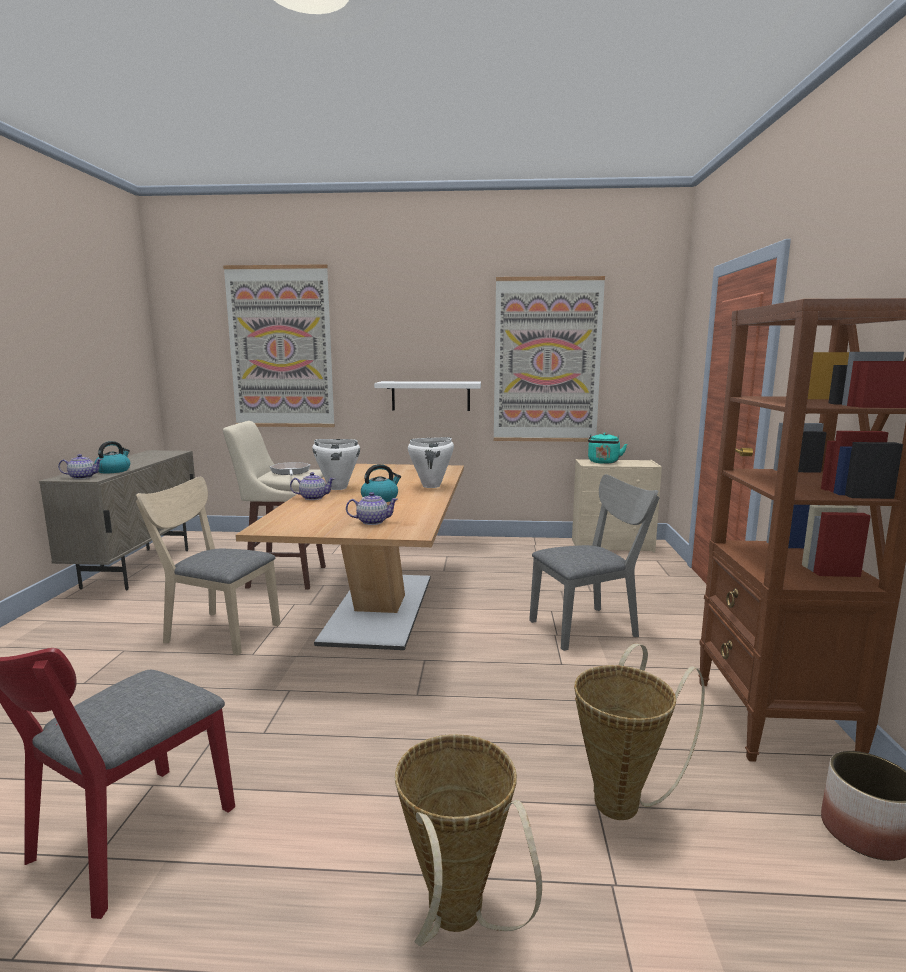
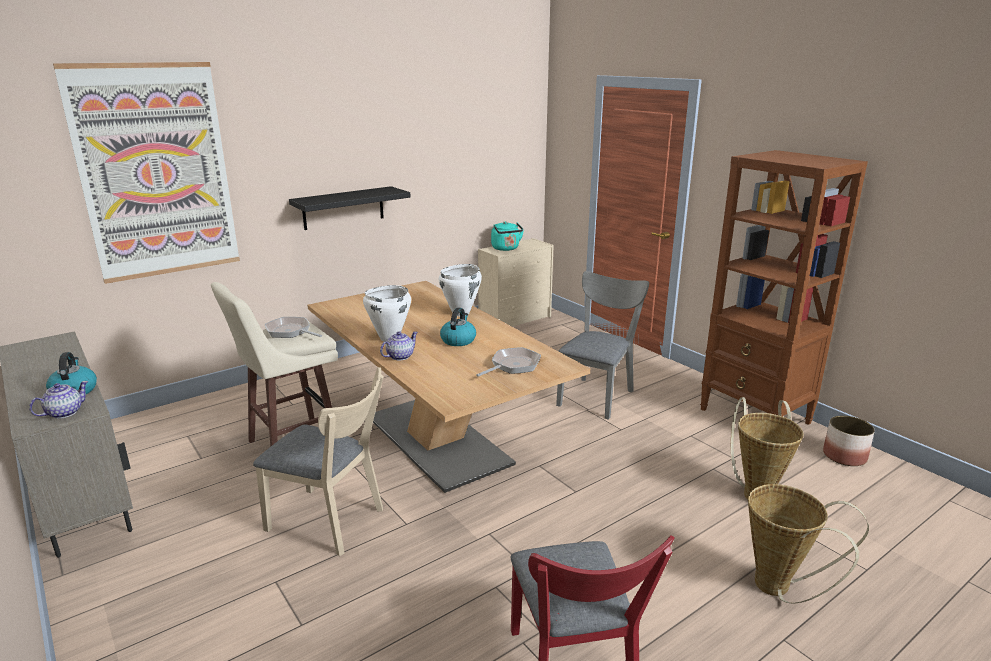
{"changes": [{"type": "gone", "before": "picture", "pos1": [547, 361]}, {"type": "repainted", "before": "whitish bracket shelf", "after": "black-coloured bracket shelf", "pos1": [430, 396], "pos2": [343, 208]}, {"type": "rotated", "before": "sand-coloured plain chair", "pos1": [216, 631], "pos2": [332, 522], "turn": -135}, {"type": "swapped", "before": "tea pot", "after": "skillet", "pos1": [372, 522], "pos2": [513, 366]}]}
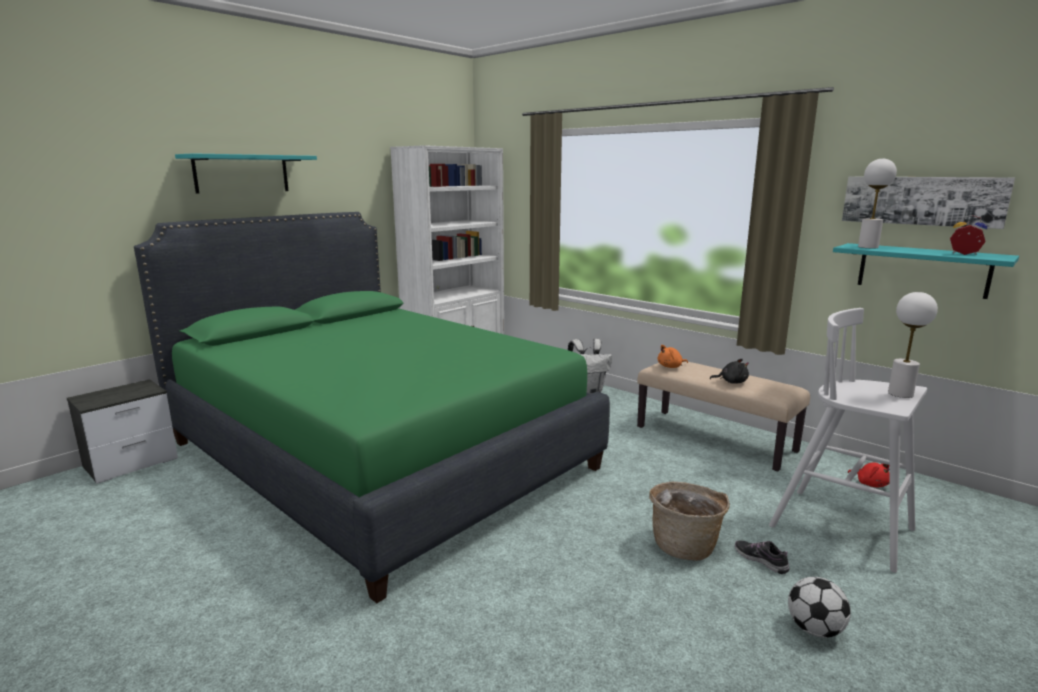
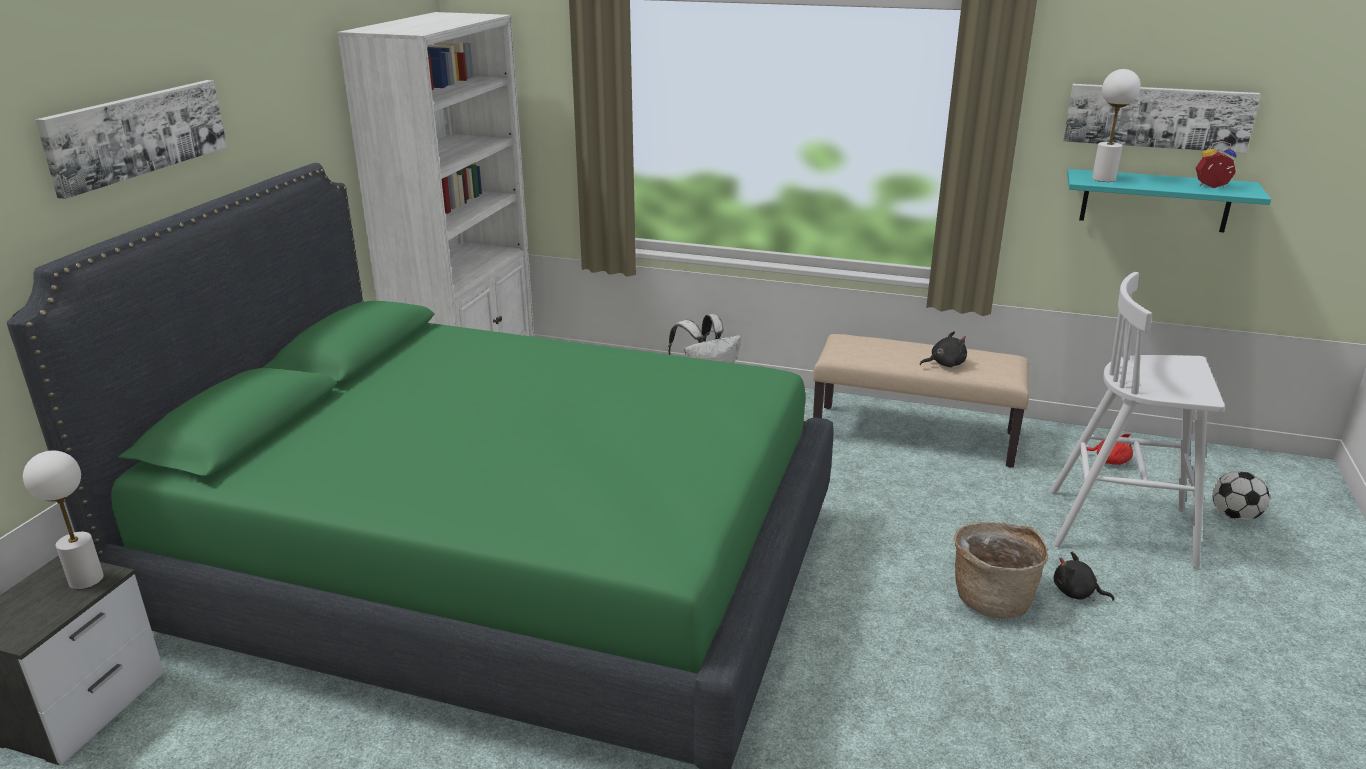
{"changes": [{"type": "swapped", "before": "blue-green bracket shelf", "after": "picture", "pos1": [242, 173], "pos2": [137, 134]}, {"type": "shifted", "before": "whitish lamp for a table", "pos1": [900, 394], "pos2": [86, 579]}, {"type": "gone", "before": "orange-coloured cuddly toy", "pos1": [671, 367]}, {"type": "swapped", "before": "shoe", "after": "black-coloured cuddly toy", "pos1": [761, 560], "pos2": [1076, 593]}, {"type": "shifted", "before": "football", "pos1": [814, 629], "pos2": [1234, 516]}]}
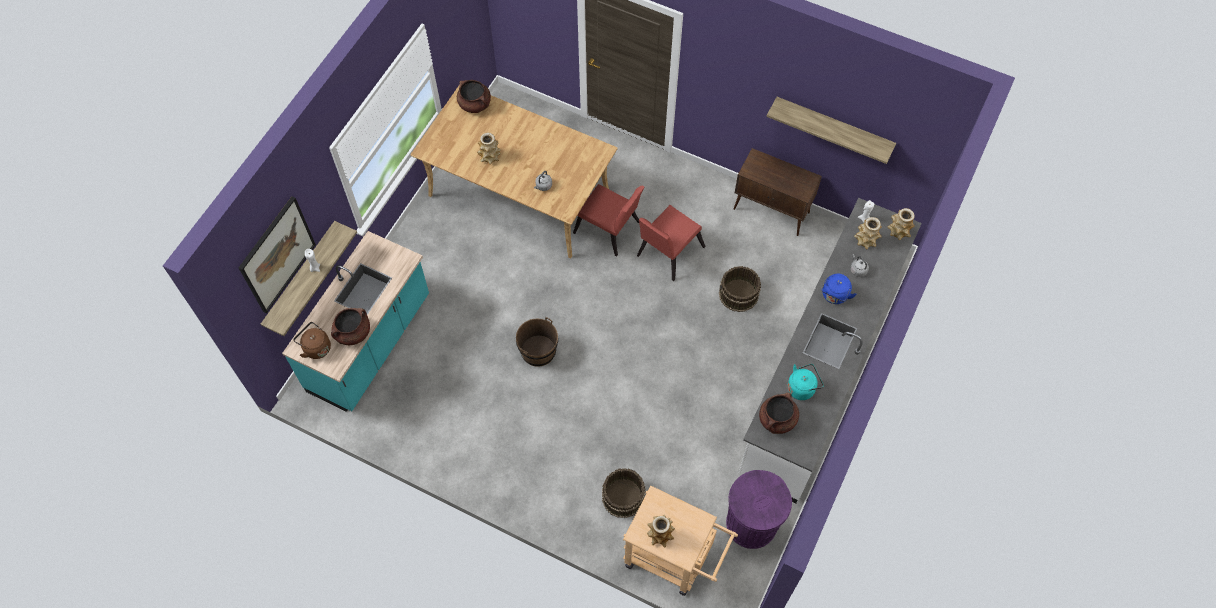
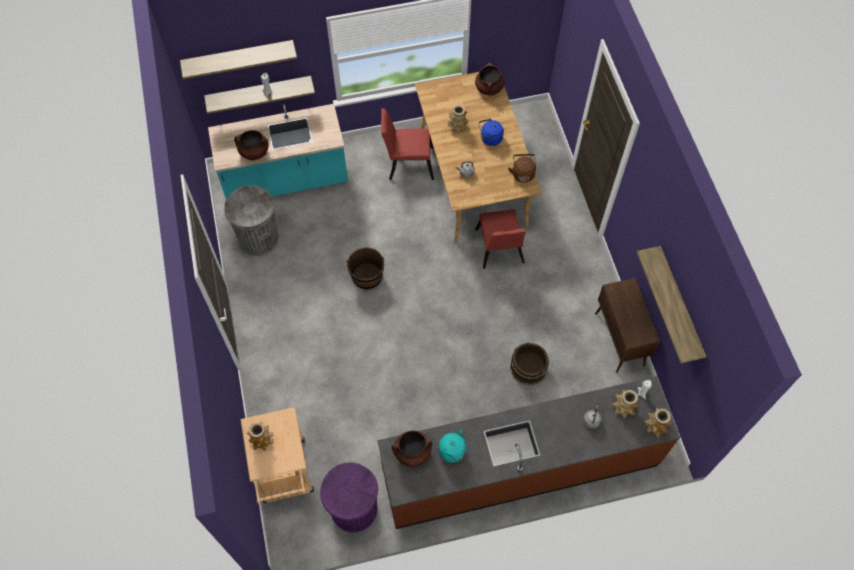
{"changes": [{"type": "swapped", "before": "picture", "after": "bracket shelf", "pos1": [277, 254], "pos2": [238, 57]}, {"type": "repainted", "before": "whitish kitchen base unit", "after": "brown kitchen base unit", "pos1": [820, 368], "pos2": [520, 468]}, {"type": "shifted", "before": "red-coloured plain chair", "pos1": [667, 253], "pos2": [407, 163]}, {"type": "shifted", "before": "blue kettle", "pos1": [834, 296], "pos2": [490, 139]}, {"type": "shifted", "before": "brown kettle", "pos1": [316, 347], "pos2": [522, 173]}, {"type": "gone", "before": "brown bucket", "pos1": [622, 496]}, {"type": "new", "after": "grey waste bin", "pos2": [259, 238]}]}
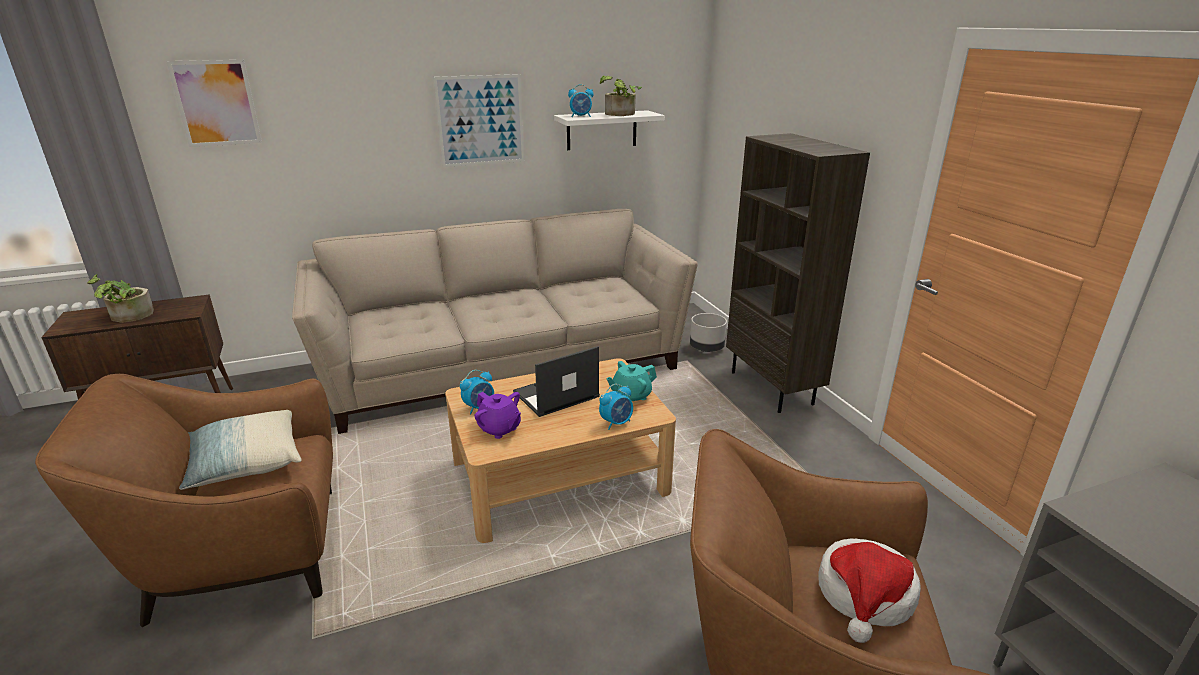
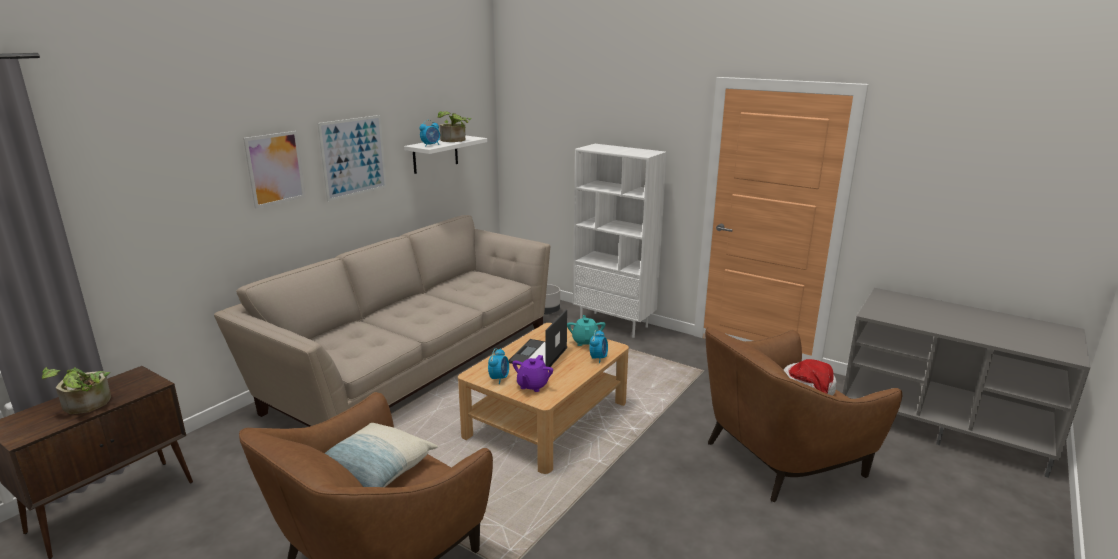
{"changes": [{"type": "shifted", "before": "picture", "pos1": [216, 103], "pos2": [275, 168]}, {"type": "repainted", "before": "brown bookcase", "after": "whitish bookcase", "pos1": [772, 388], "pos2": [614, 324]}, {"type": "rotated", "before": "blue-green tea pot", "pos1": [630, 396], "pos2": [585, 341], "turn": 150}, {"type": "rotated", "before": "purplish tea pot", "pos1": [499, 429], "pos2": [532, 385], "turn": 105}]}
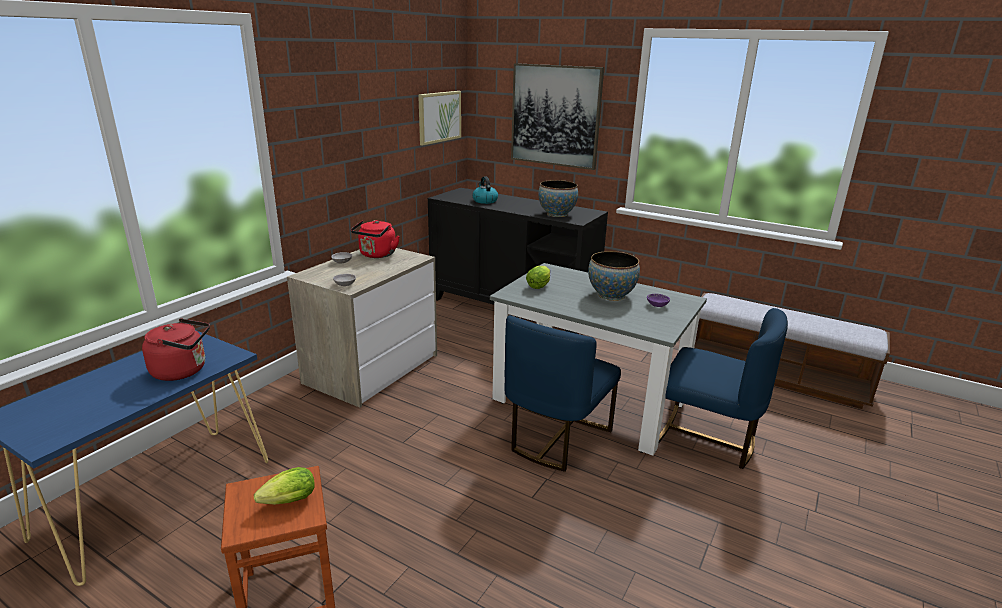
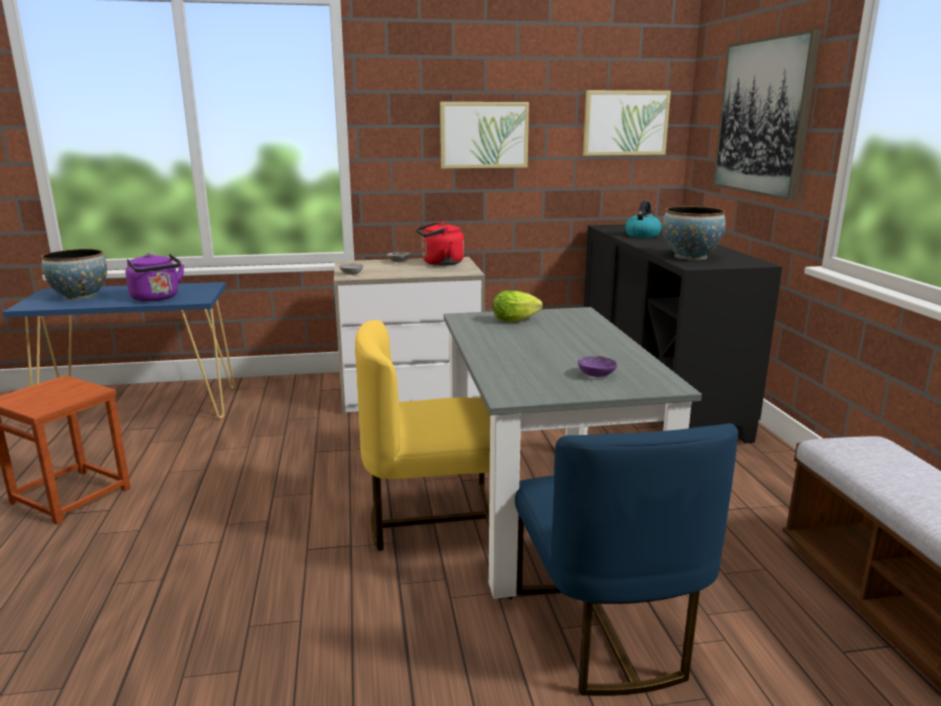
{"changes": [{"type": "shifted", "before": "deep dish", "pos1": [611, 295], "pos2": [80, 296]}, {"type": "repainted", "before": "blue plain chair", "after": "yellowish plain chair", "pos1": [556, 438], "pos2": [435, 521]}, {"type": "repainted", "before": "red-coloured kettle", "after": "purplish kettle", "pos1": [183, 371], "pos2": [157, 298]}, {"type": "gone", "before": "head of lettuce", "pos1": [286, 502]}, {"type": "new", "after": "picture", "pos2": [484, 135]}]}
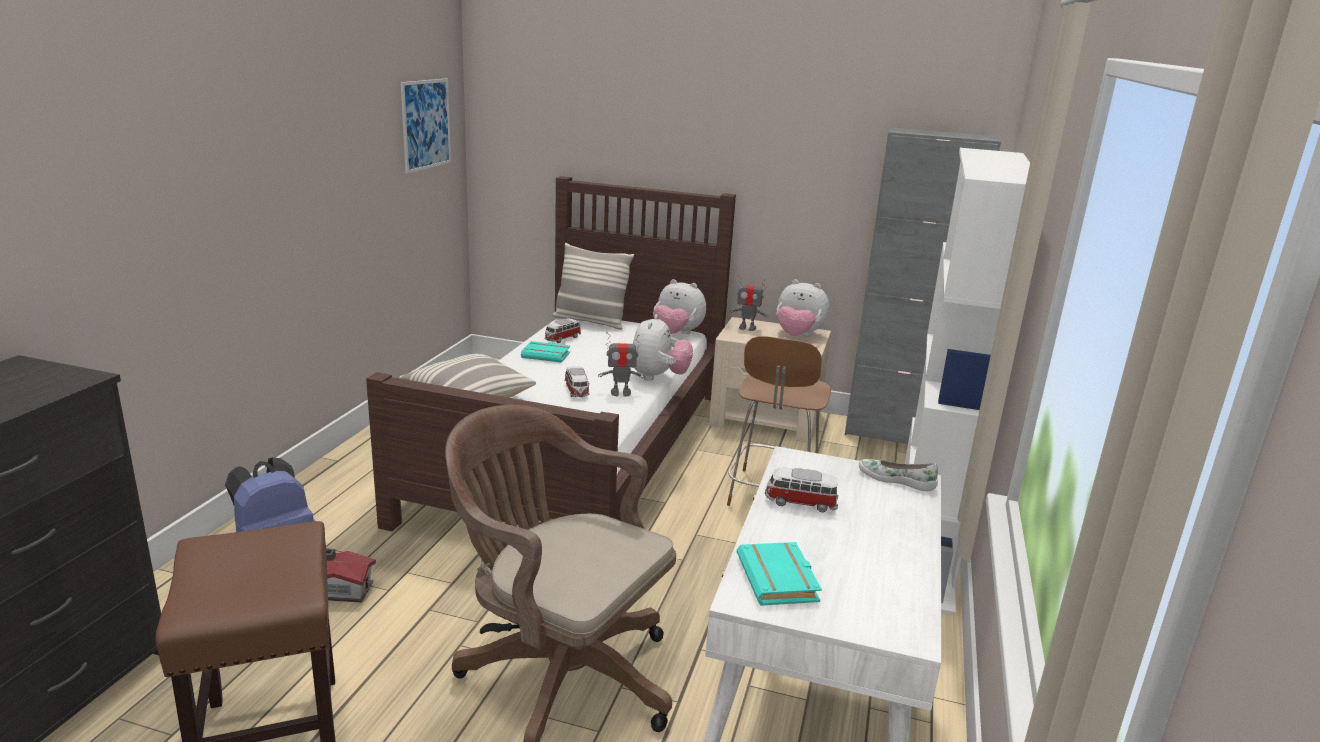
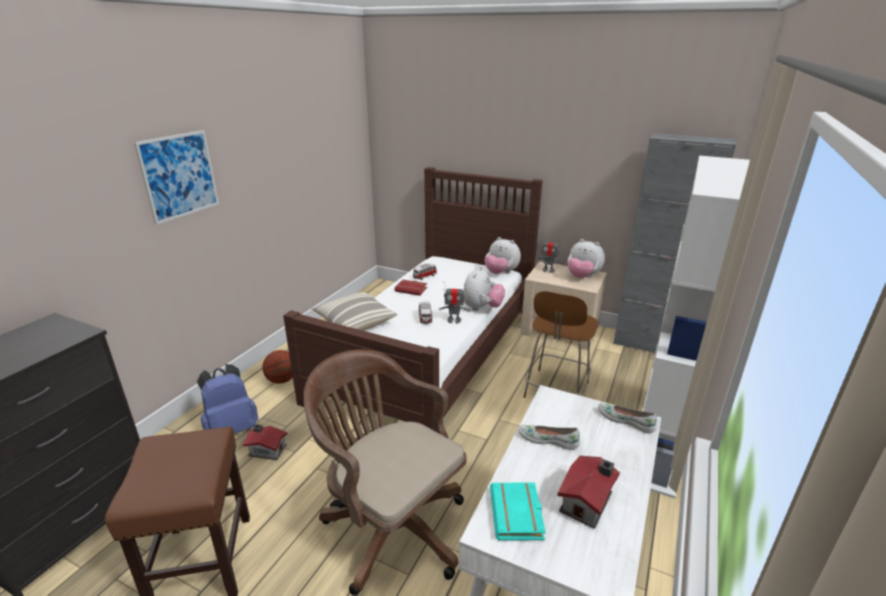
{"changes": [{"type": "shifted", "before": "picture", "pos1": [426, 124], "pos2": [179, 176]}, {"type": "gone", "before": "throw pillow", "pos1": [590, 322]}, {"type": "repainted", "before": "blue-green bound book", "after": "red-coloured bound book", "pos1": [547, 355], "pos2": [412, 289]}, {"type": "swapped", "before": "model car", "after": "whitish shoe", "pos1": [800, 503], "pos2": [548, 439]}, {"type": "new", "after": "basketball ball", "pos2": [282, 380]}, {"type": "new", "after": "toy house", "pos2": [588, 502]}]}
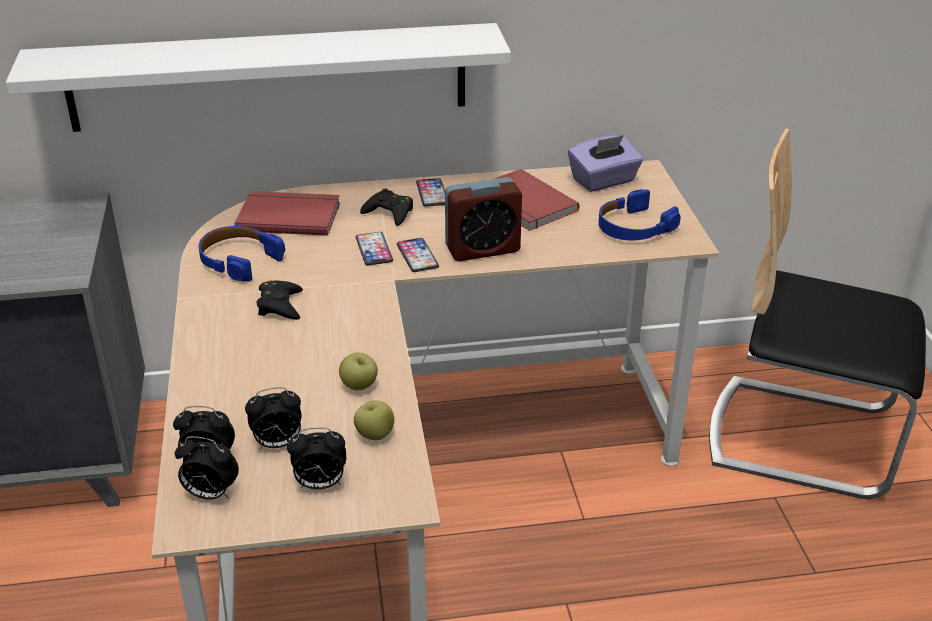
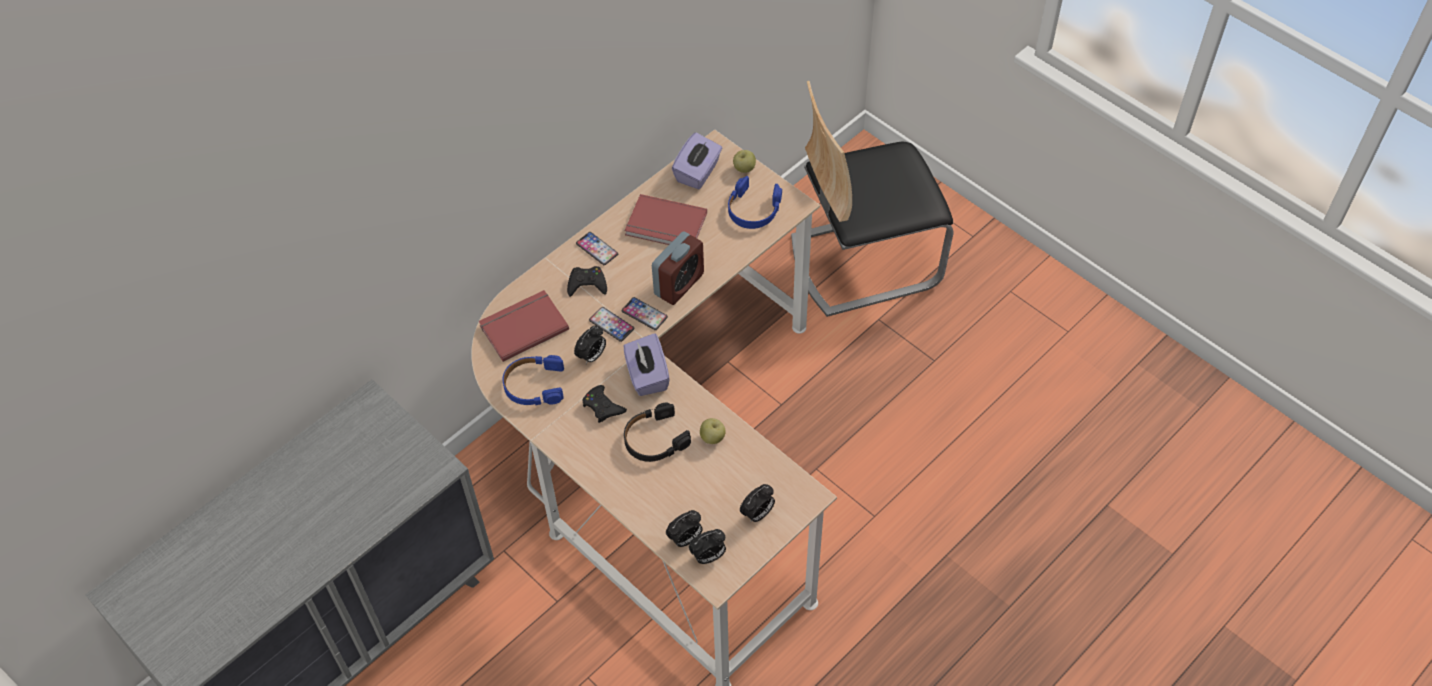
{"changes": [{"type": "gone", "before": "whitish bracket shelf", "pos1": [269, 77]}, {"type": "shifted", "before": "alarm clock", "pos1": [277, 444], "pos2": [592, 356]}, {"type": "shifted", "before": "whole apple", "pos1": [374, 435], "pos2": [744, 169]}, {"type": "new", "after": "purplish tissue holder", "pos2": [647, 376]}, {"type": "new", "after": "black-coloured headset", "pos2": [655, 439]}]}
